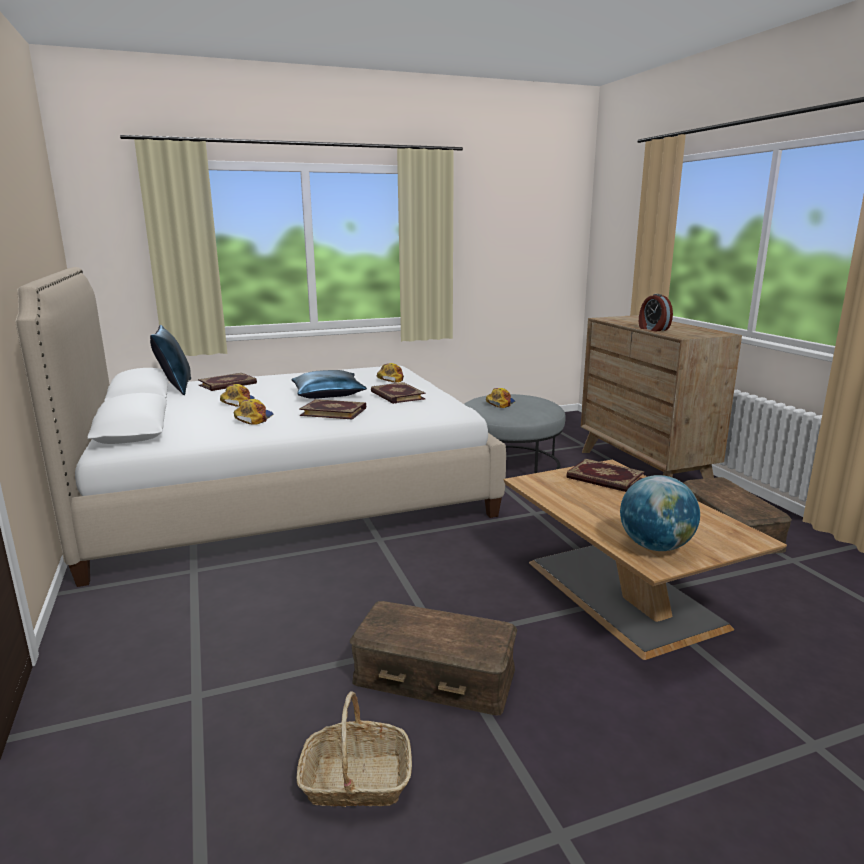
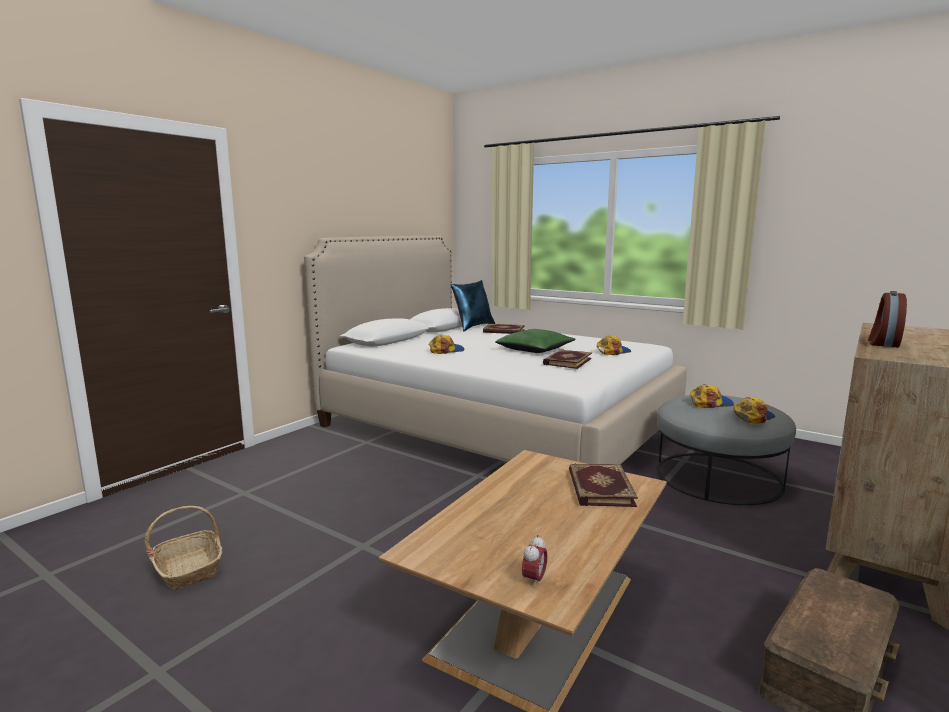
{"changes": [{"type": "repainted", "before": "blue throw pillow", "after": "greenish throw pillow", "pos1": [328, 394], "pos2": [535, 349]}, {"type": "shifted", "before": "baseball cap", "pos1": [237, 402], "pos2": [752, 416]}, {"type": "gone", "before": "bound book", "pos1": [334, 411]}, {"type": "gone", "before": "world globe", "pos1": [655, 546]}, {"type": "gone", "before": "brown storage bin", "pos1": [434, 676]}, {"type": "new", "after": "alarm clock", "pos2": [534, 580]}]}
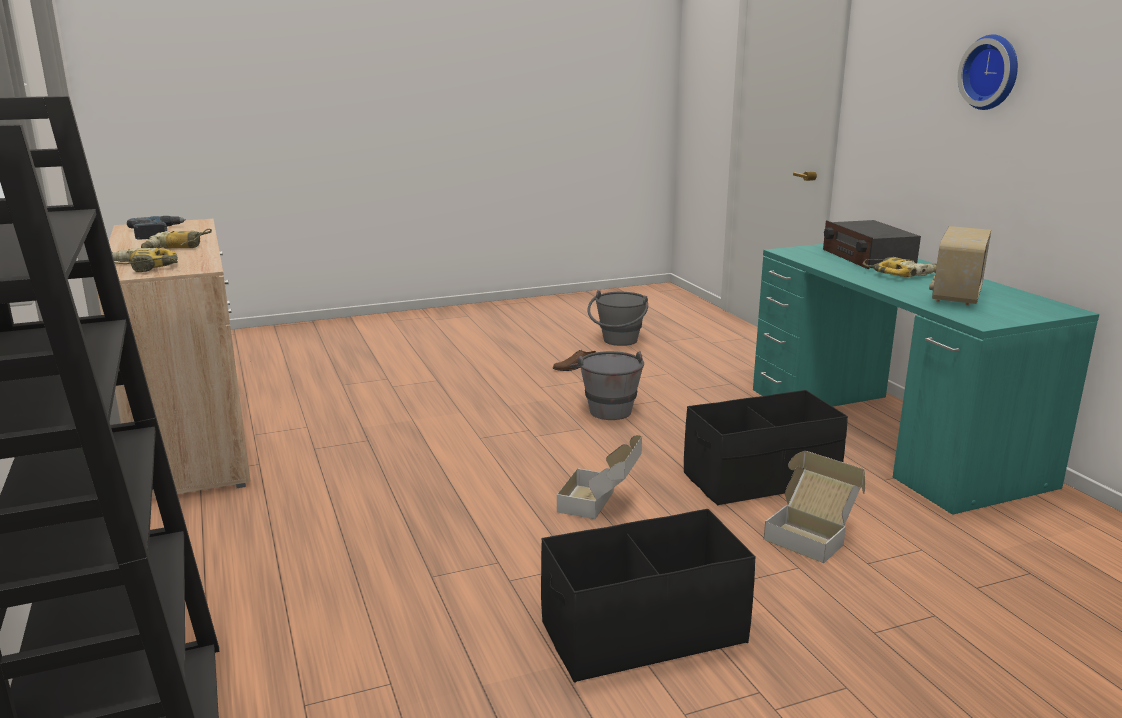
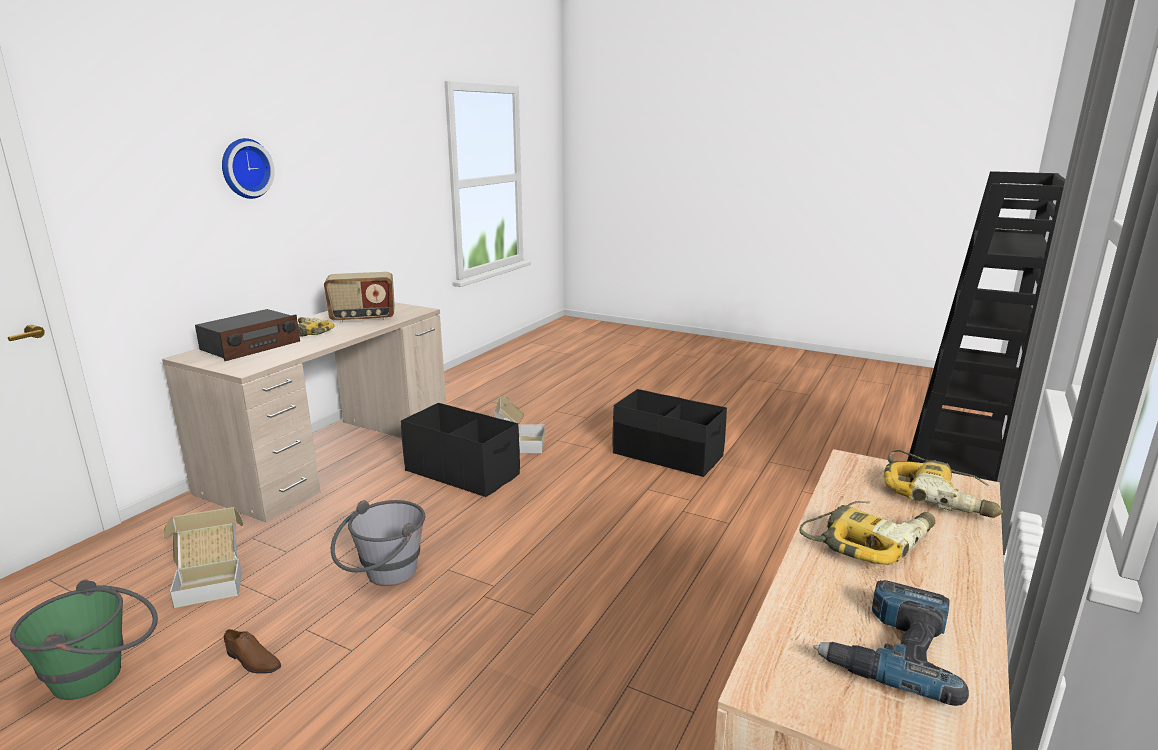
{"changes": [{"type": "repainted", "before": "blue-green desk", "after": "sand-coloured desk", "pos1": [888, 434], "pos2": [334, 453]}, {"type": "repainted", "before": "grey bucket", "after": "greenish bucket", "pos1": [618, 342], "pos2": [102, 674]}, {"type": "shifted", "before": "cardboard box", "pos1": [601, 504], "pos2": [211, 581]}]}
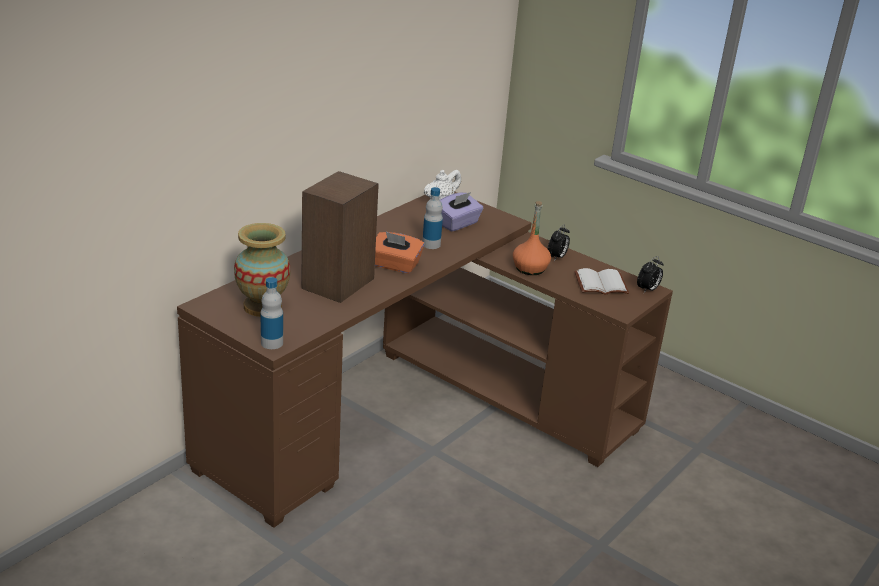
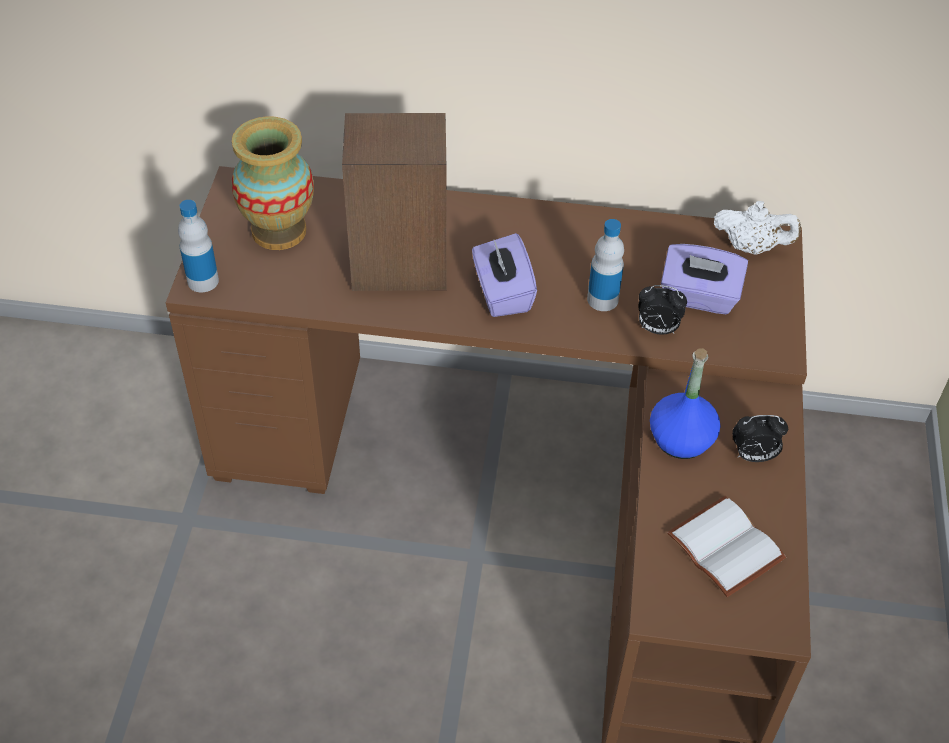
{"changes": [{"type": "repainted", "before": "orange-coloured bottle", "after": "blue bottle", "pos1": [530, 268], "pos2": [681, 439]}, {"type": "repainted", "before": "orange-coloured tissue holder", "after": "purplish tissue holder", "pos1": [395, 265], "pos2": [502, 293]}, {"type": "shifted", "before": "alarm clock", "pos1": [647, 290], "pos2": [657, 329]}]}
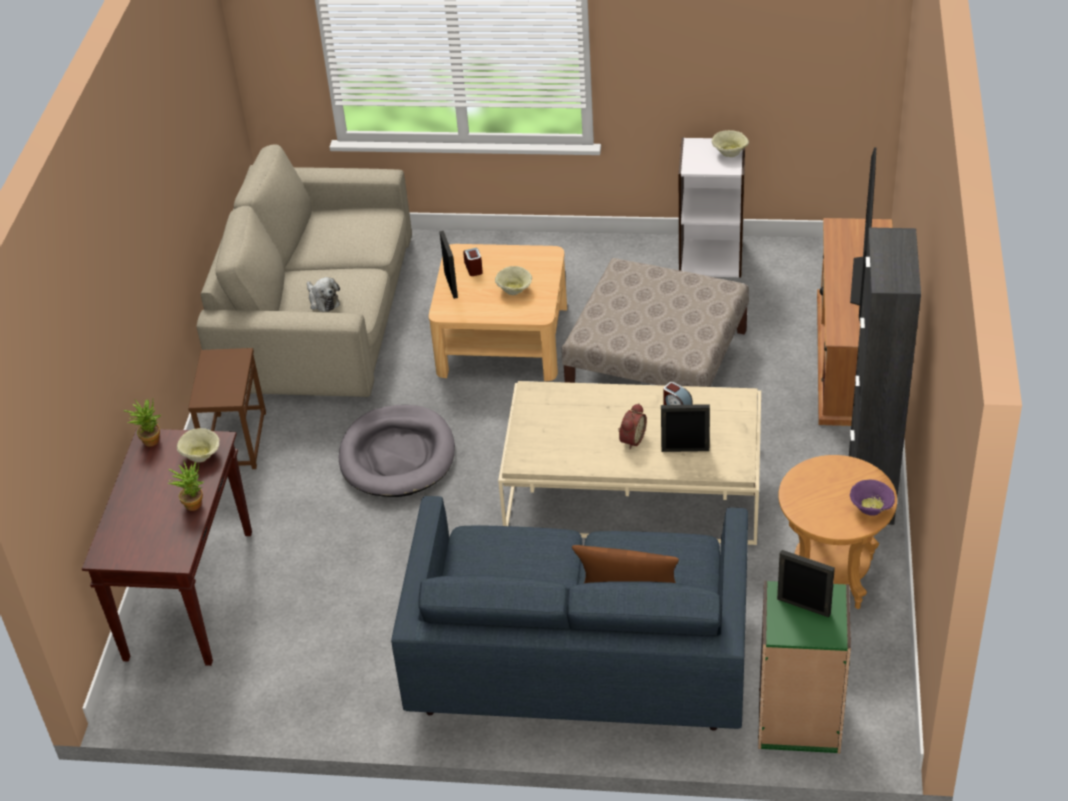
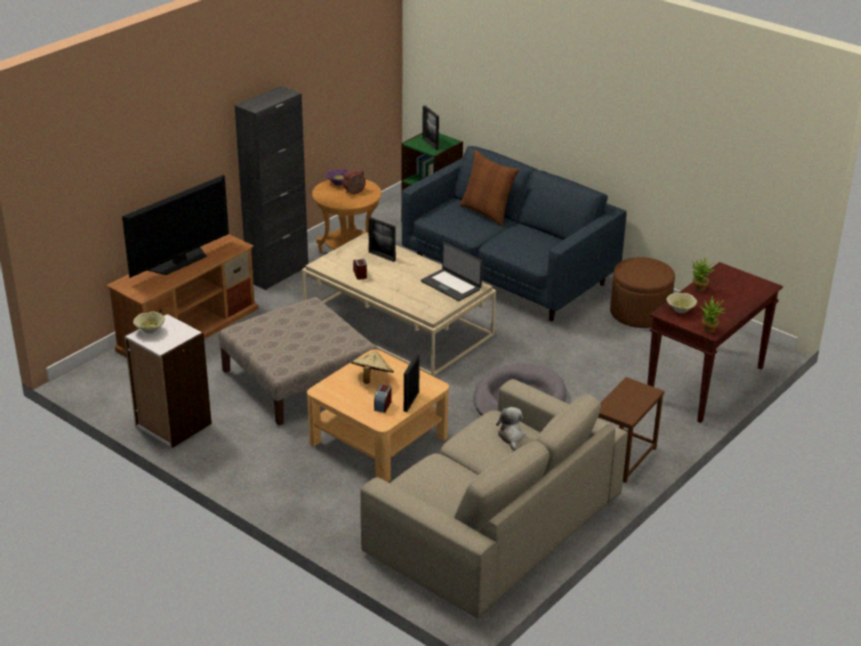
{"changes": [{"type": "swapped", "before": "sand-coloured deep dish", "after": "sand-coloured clothing hat", "pos1": [515, 289], "pos2": [372, 378]}, {"type": "shifted", "before": "alarm clock", "pos1": [631, 439], "pos2": [354, 192]}, {"type": "new", "after": "portable computer", "pos2": [451, 285]}, {"type": "new", "after": "brown footrest", "pos2": [639, 313]}]}
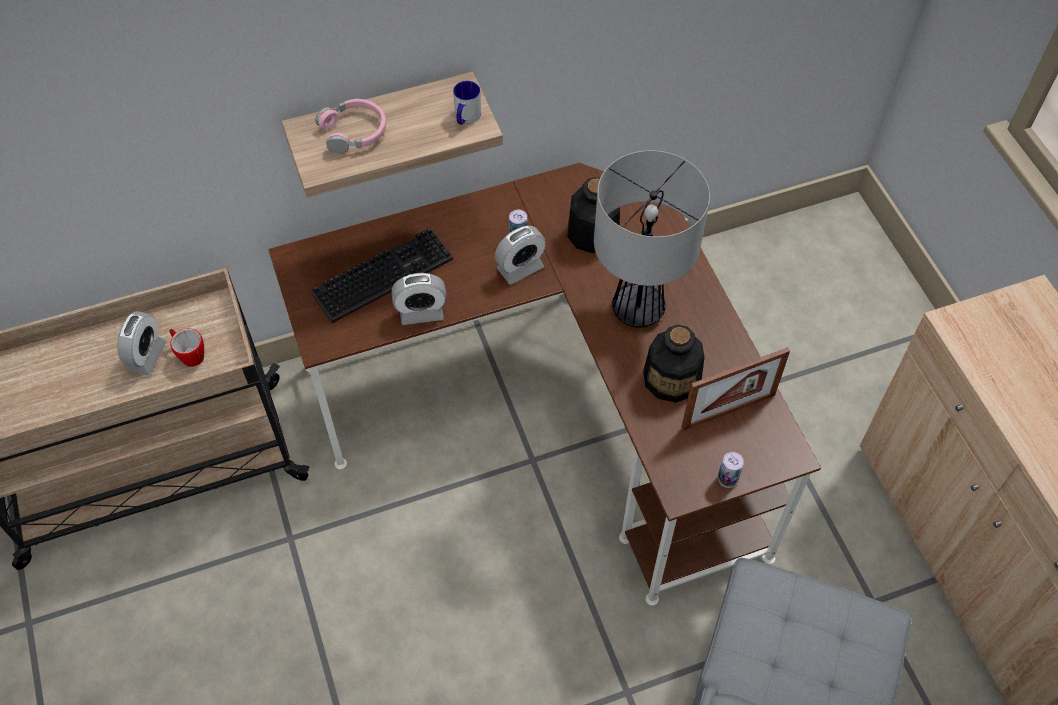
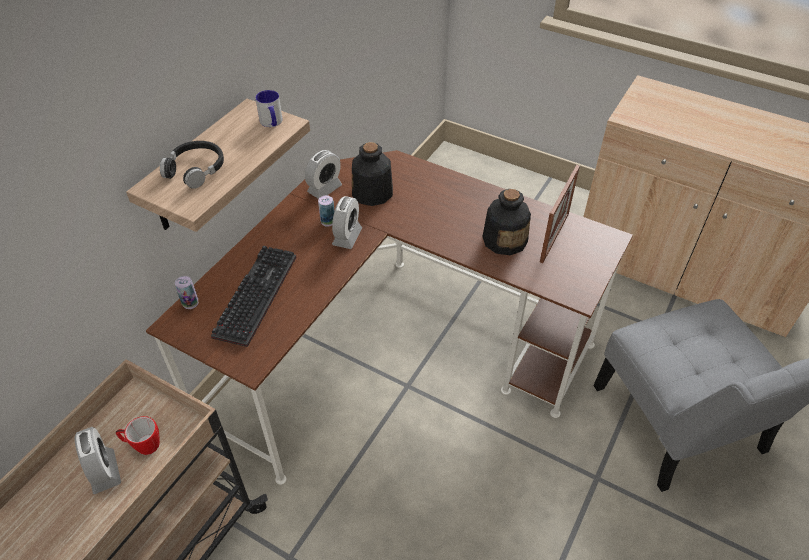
{"changes": [{"type": "repainted", "before": "pinkish headset", "after": "black-coloured headset", "pos1": [354, 132], "pos2": [195, 169]}, {"type": "gone", "before": "lamp for a table", "pos1": [637, 309]}, {"type": "shifted", "before": "alarm clock", "pos1": [421, 312], "pos2": [324, 189]}, {"type": "shifted", "before": "metal can", "pos1": [727, 479], "pos2": [190, 303]}]}
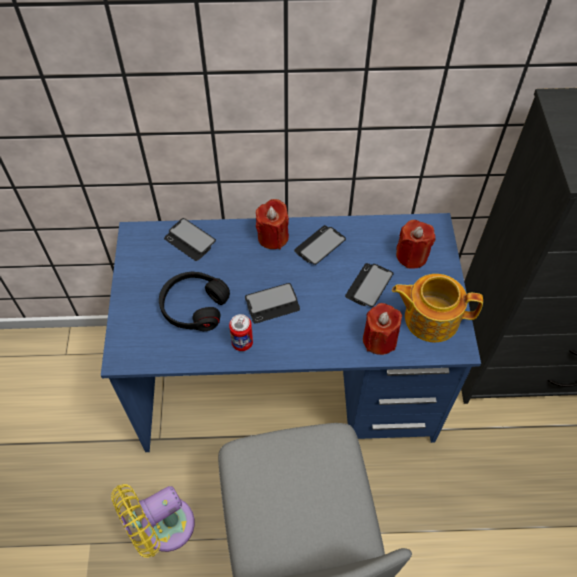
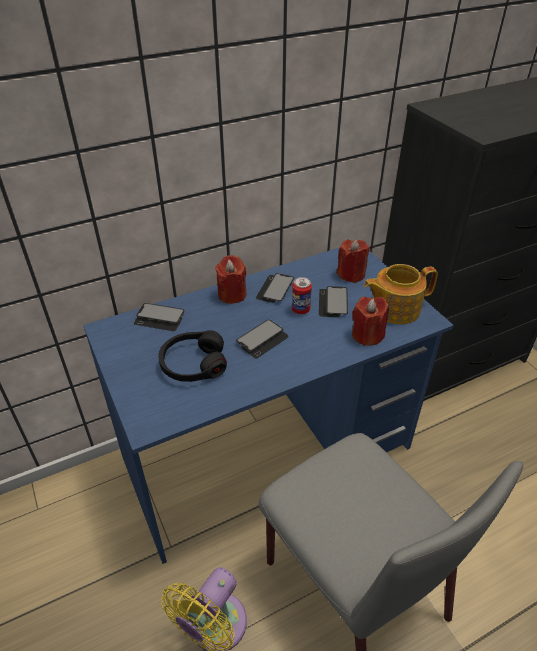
{"changes": [{"type": "shifted", "before": "metal can", "pos1": [242, 343], "pos2": [300, 310]}]}
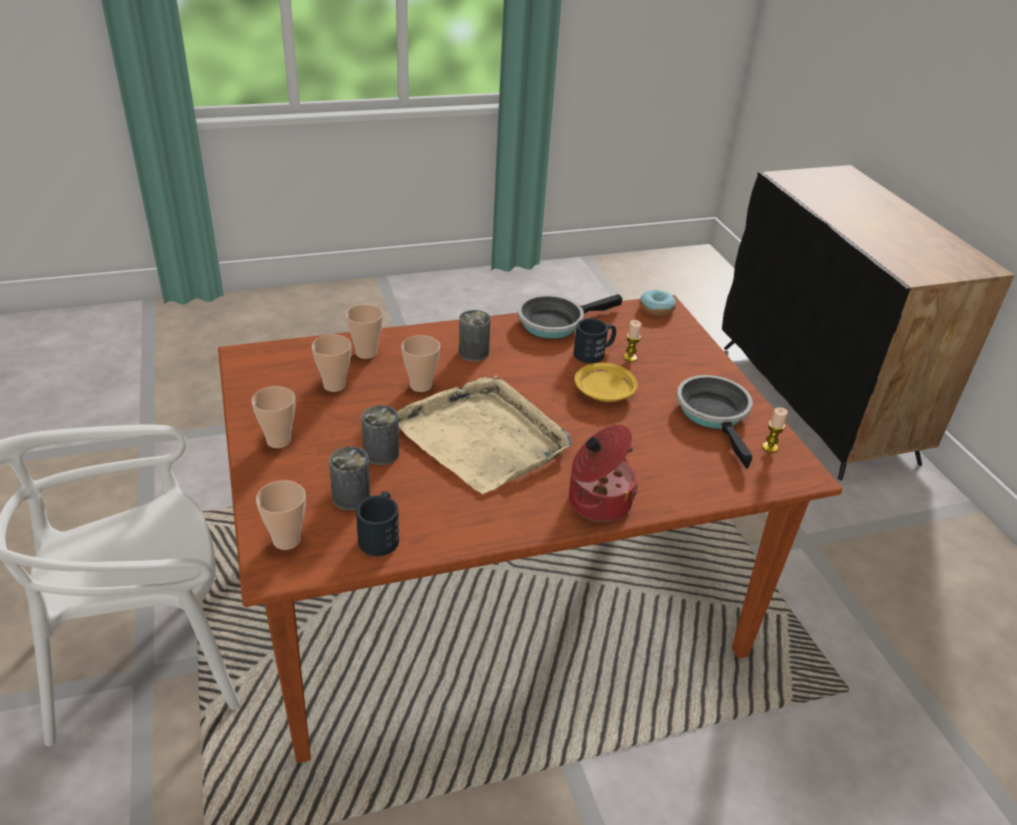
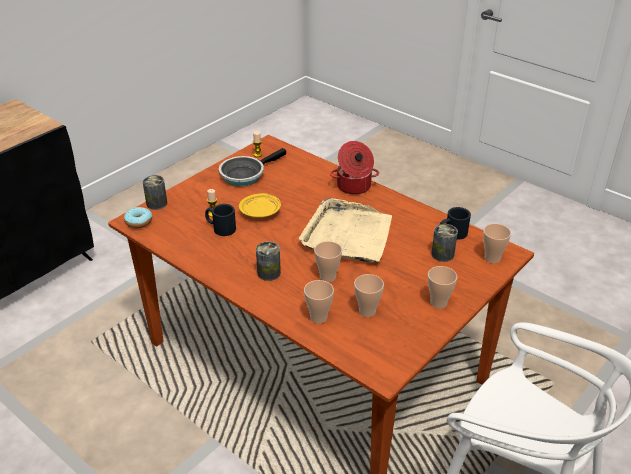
{"changes": [{"type": "gone", "before": "skillet", "pos1": [555, 322]}, {"type": "shifted", "before": "metal can", "pos1": [381, 453], "pos2": [156, 203]}]}
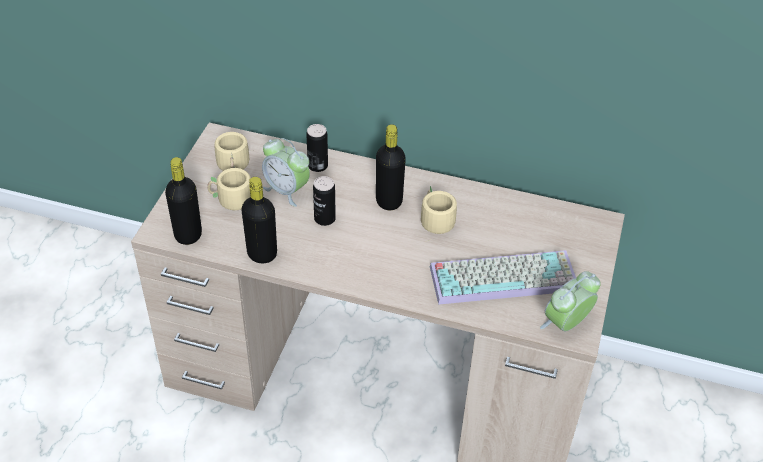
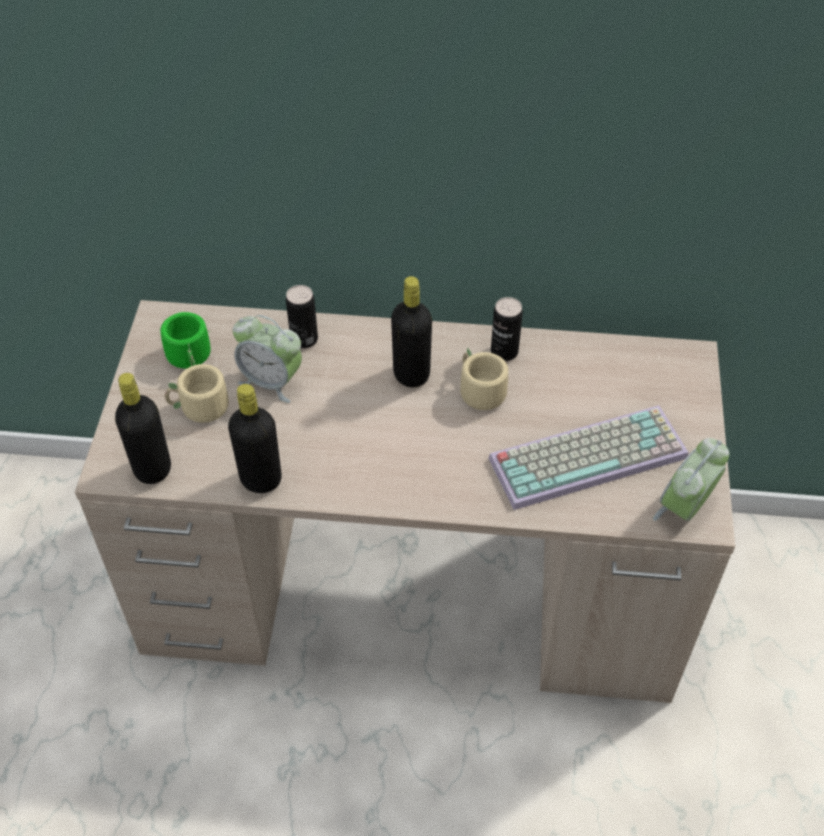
{"changes": [{"type": "repainted", "before": "sand-coloured mug", "after": "greenish mug", "pos1": [235, 166], "pos2": [192, 357]}, {"type": "shifted", "before": "metal can", "pos1": [324, 219], "pos2": [504, 351]}]}
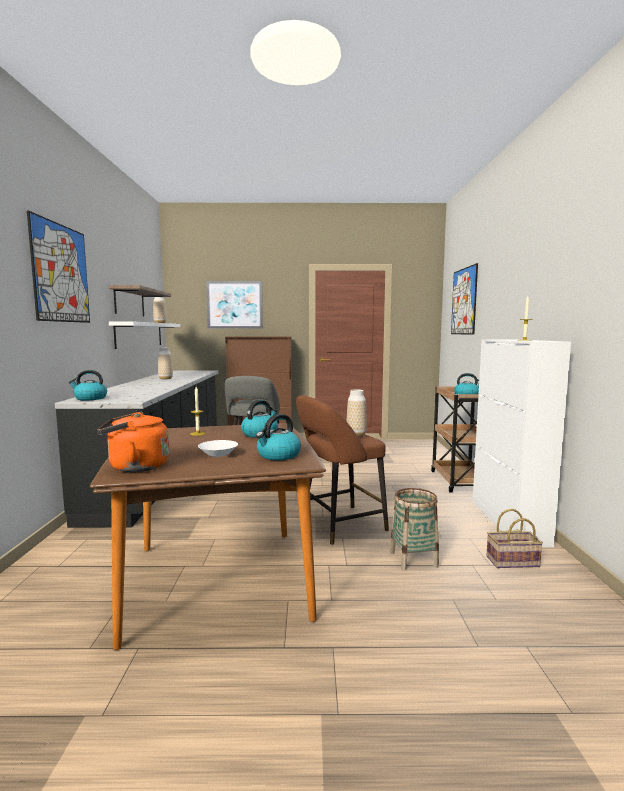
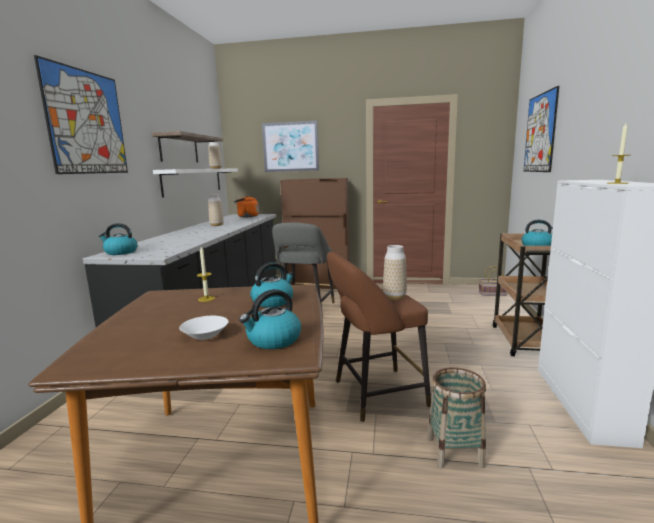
{"changes": [{"type": "shifted", "before": "orange-coloured kettle", "pos1": [135, 467], "pos2": [246, 216]}, {"type": "shifted", "before": "basket", "pos1": [511, 562], "pos2": [491, 294]}]}
